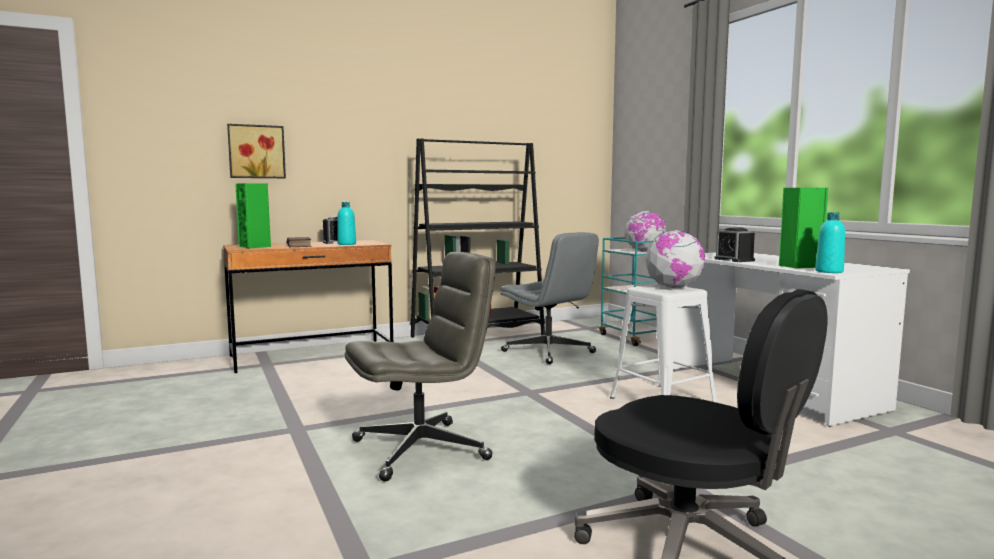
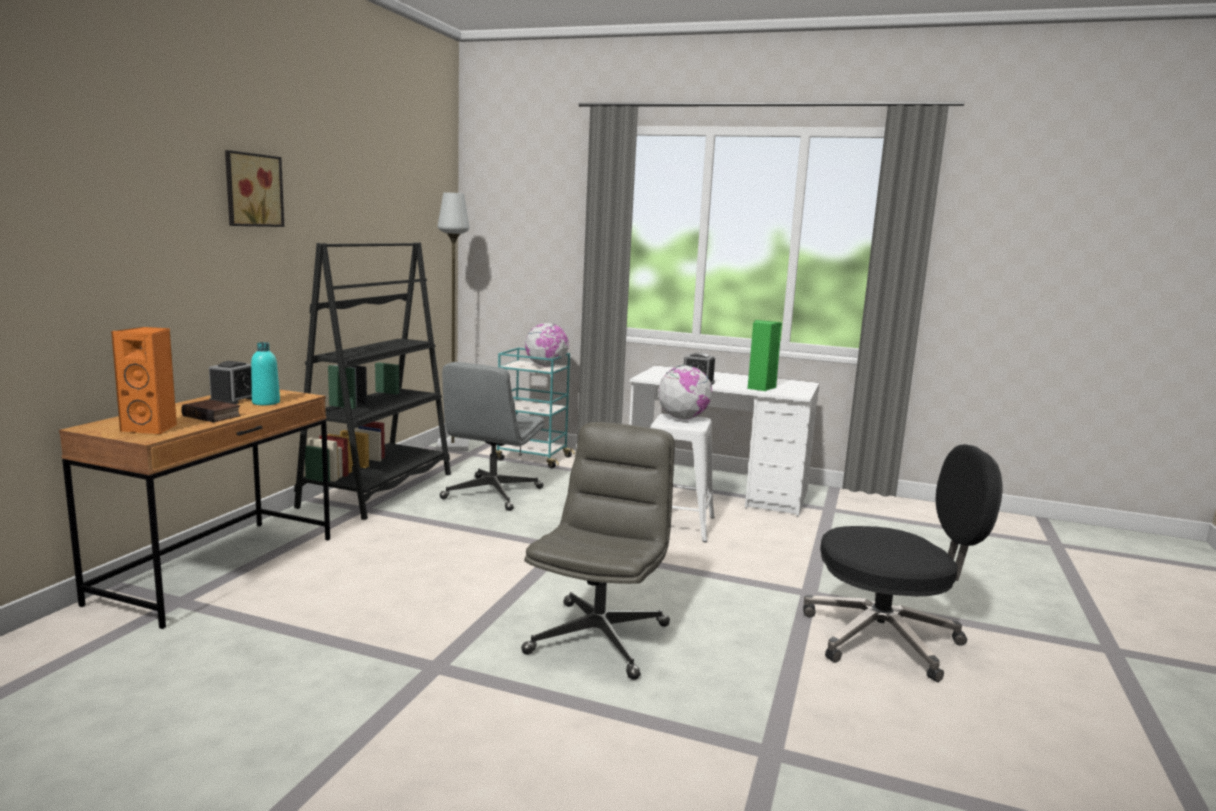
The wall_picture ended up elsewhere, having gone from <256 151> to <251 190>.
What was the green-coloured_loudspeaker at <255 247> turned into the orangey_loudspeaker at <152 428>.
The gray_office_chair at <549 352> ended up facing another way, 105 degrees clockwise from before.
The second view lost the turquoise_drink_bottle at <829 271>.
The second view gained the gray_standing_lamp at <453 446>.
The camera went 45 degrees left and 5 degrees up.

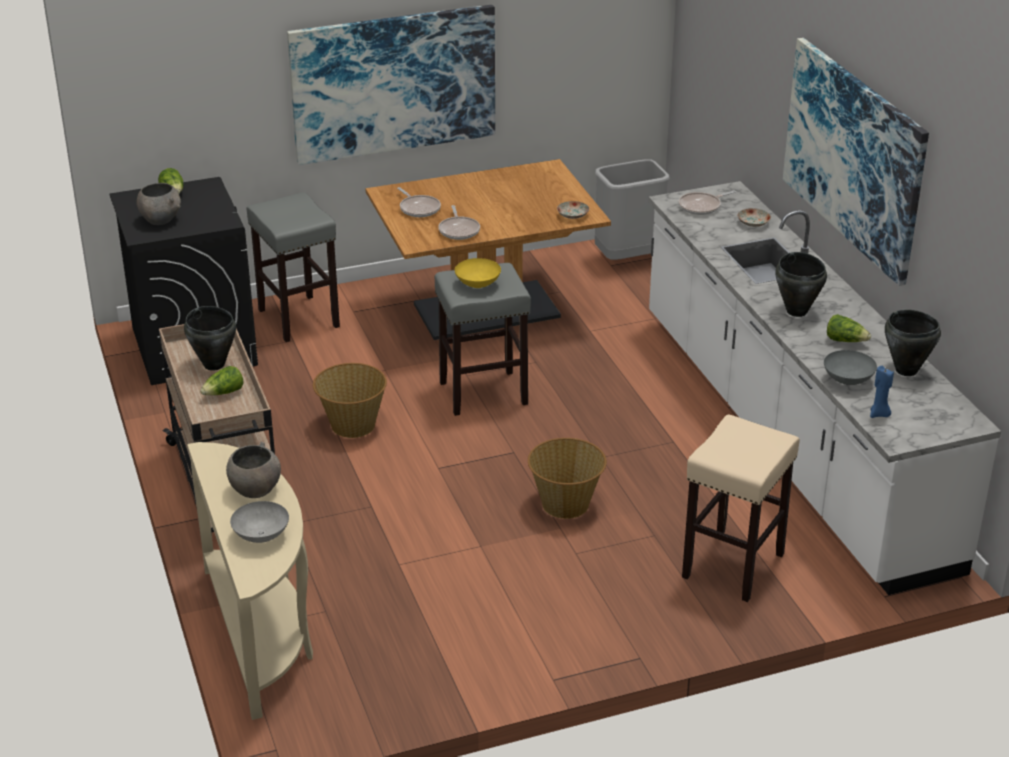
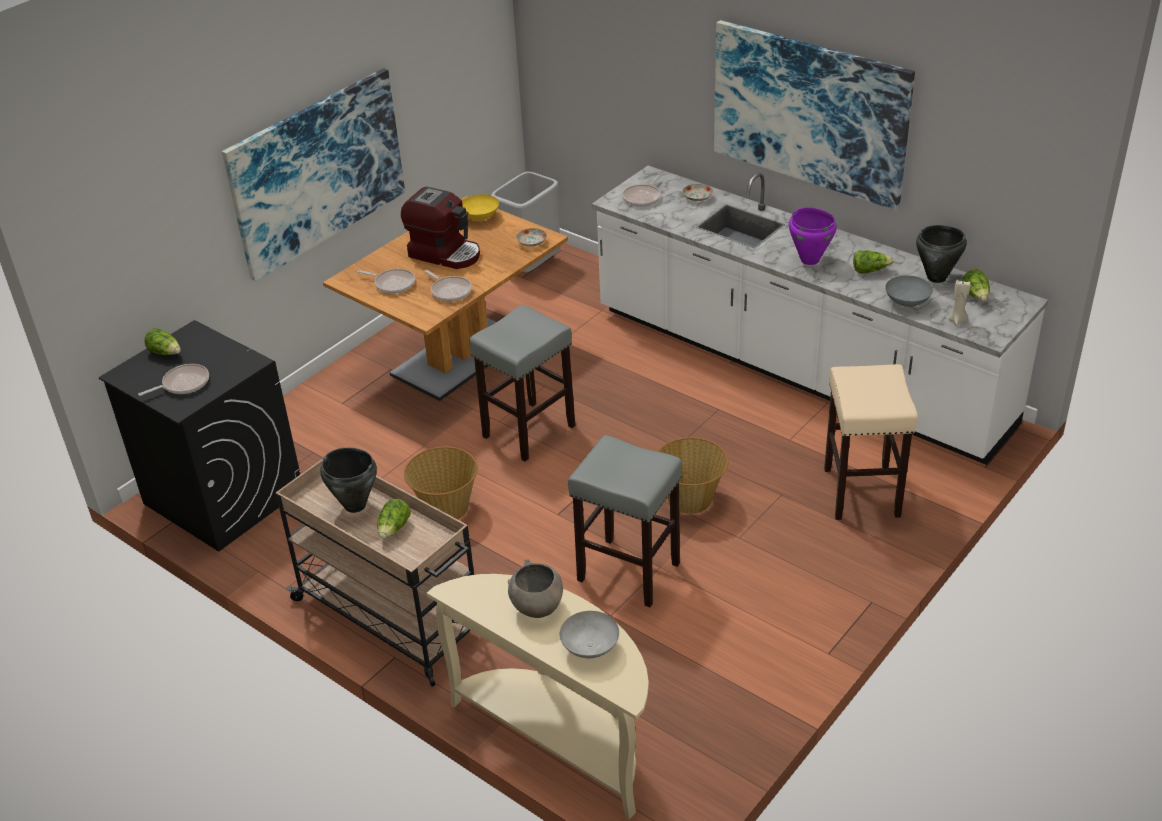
Where the gray_deep_dish stood at <161 220>, the skillet came to stand at <183 384>.
The gray_stool ended up elsewhere, having gone from <298 318> to <627 572>.
The yellowish_deep_dish ended up elsewhere, having gone from <477 285> to <479 217>.
What was the black-coloured_cooking_pot at <797 311> turned into the purple-coloured_cooking_pot at <809 260>.
What was the blue-coloured_candle at <879 414> turned into the sand-coloured_candle at <957 321>.
The second view gained the coffee_maker at <445 253>.
The second view gained the lettuce at <976 295>.
The camera went 30 degrees left and 5 degrees up.

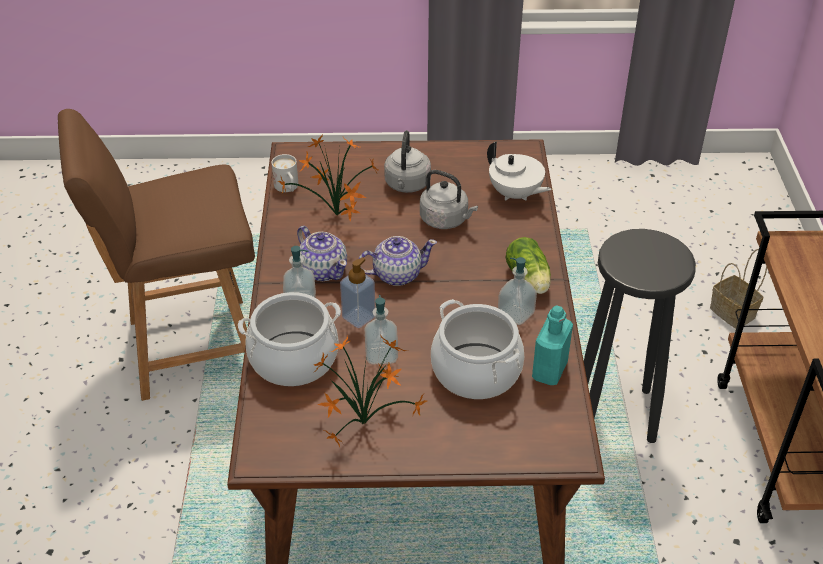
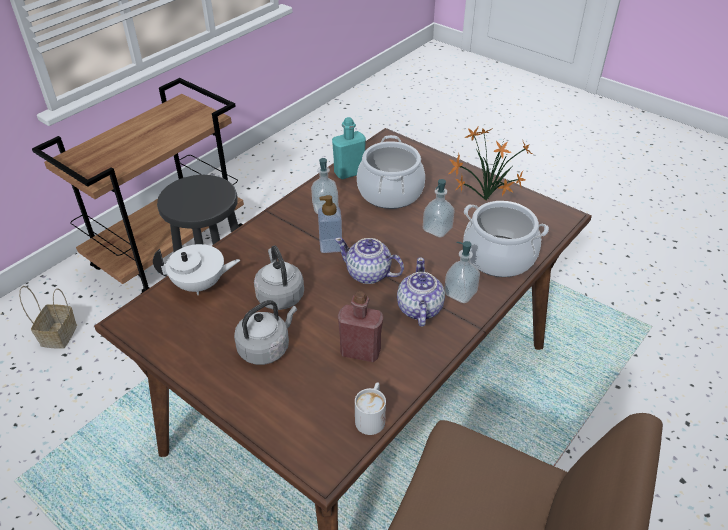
Where the potted_plant stood at <337 217>, the red-coloured_drink_bottle came to stand at <360 351>.
The soap_bottle ended up elsewhere, having gone from <358 317> to <330 246>.
The white-coloured_tea_pot at <515 194> ended up facing another way, 90 degrees clockwise from before.
The second view lost the lettuce at <529 280>.
The camera went 140 degrees left and 0 degrees up.

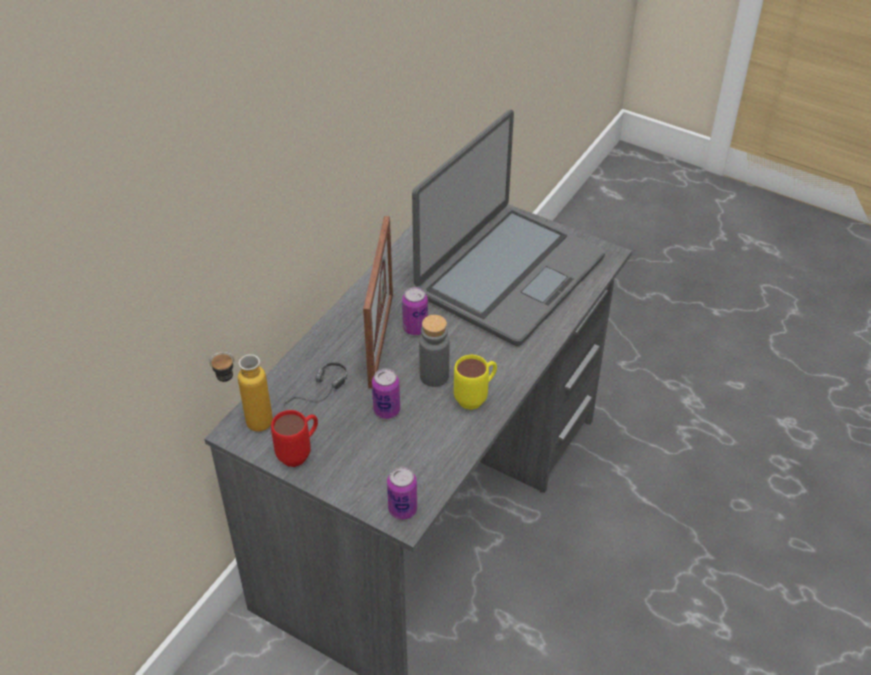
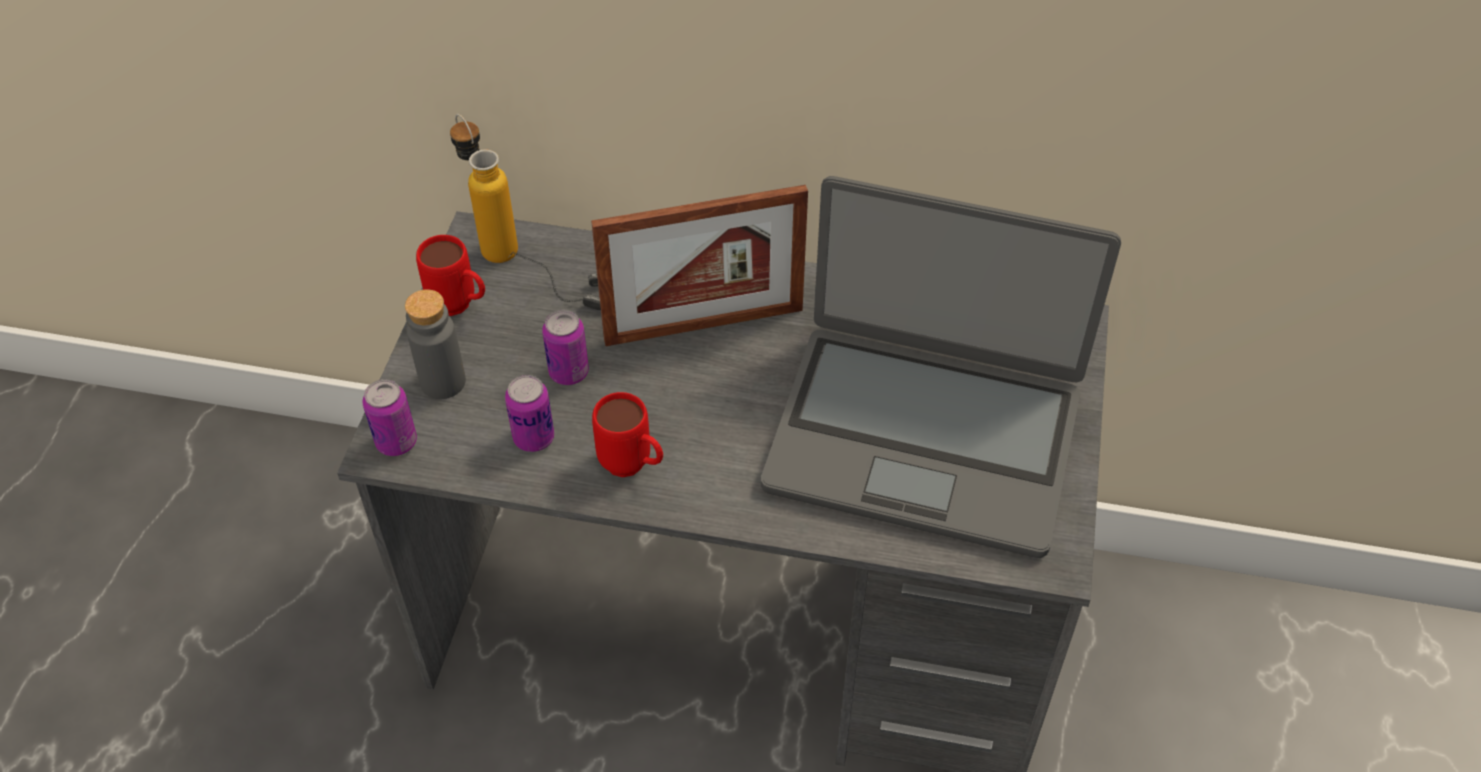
The can ended up elsewhere, having gone from <415 328> to <534 438>.
The gray_drink_bottle ended up elsewhere, having gone from <434 376> to <443 382>.
What was the yellowish_mug at <476 398> turned into the red-coloured_mug at <633 468>.
The camera went 70 degrees right and 5 degrees up.

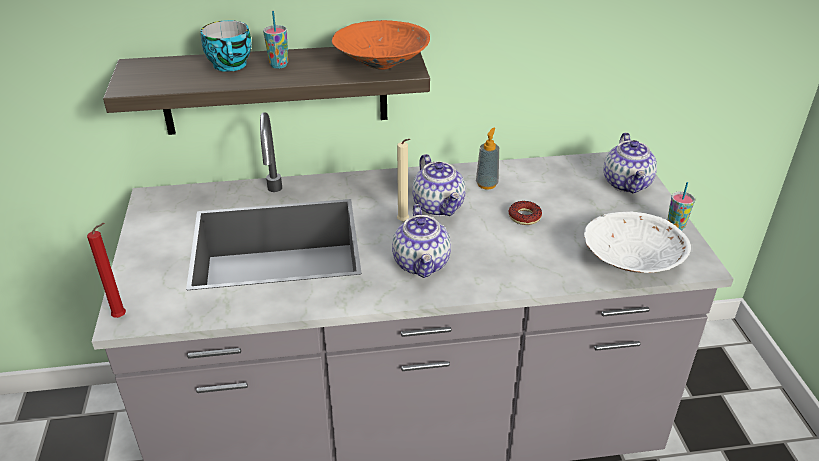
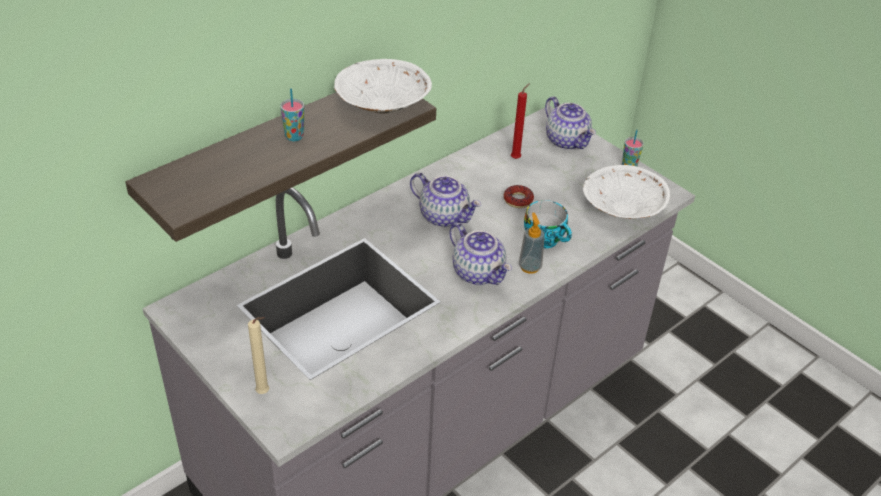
The red-coloured_candle ended up elsewhere, having gone from <122 317> to <516 158>.
The cup ended up elsewhere, having gone from <231 65> to <546 239>.
What was the orangey_deep_dish at <381 63> turned into the white-coloured_deep_dish at <381 105>.
The sand-coloured_candle ended up elsewhere, having gone from <404 222> to <265 393>.
The soap_bottle ended up elsewhere, having gone from <486 184> to <529 267>.
The camera went 35 degrees left and 5 degrees up.

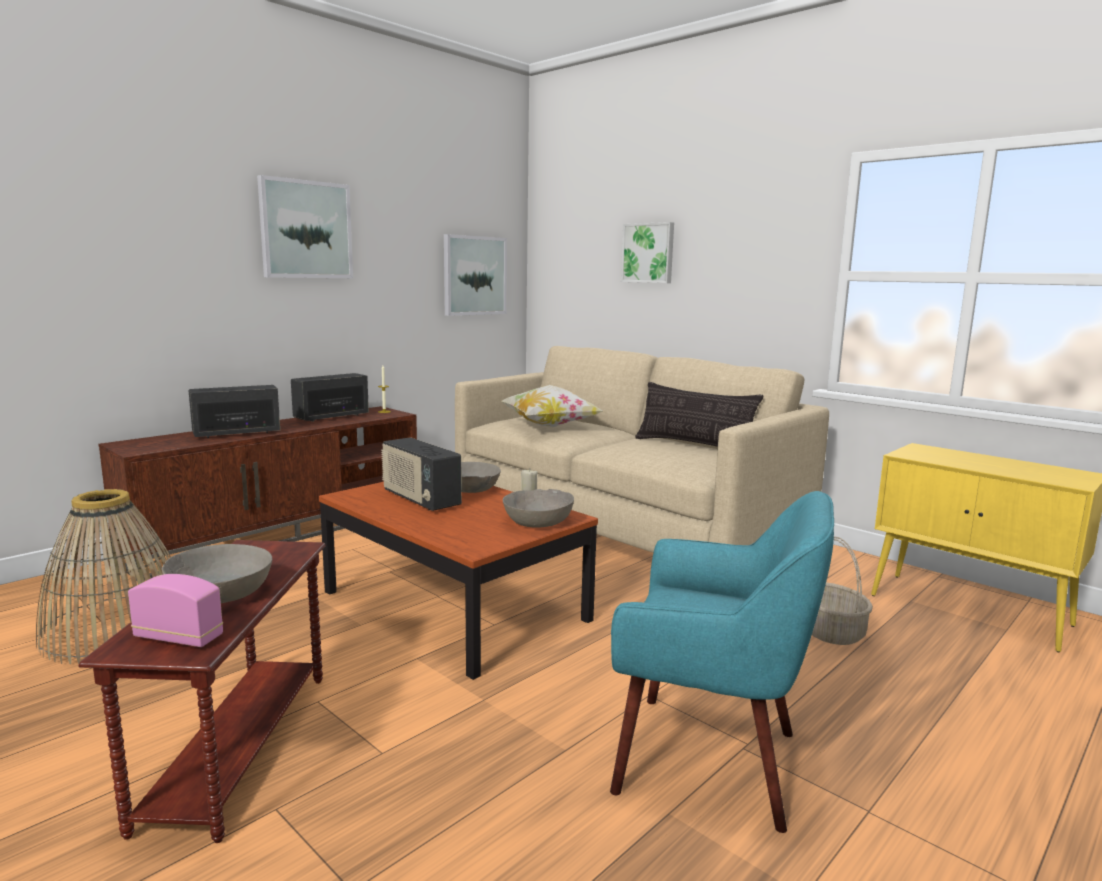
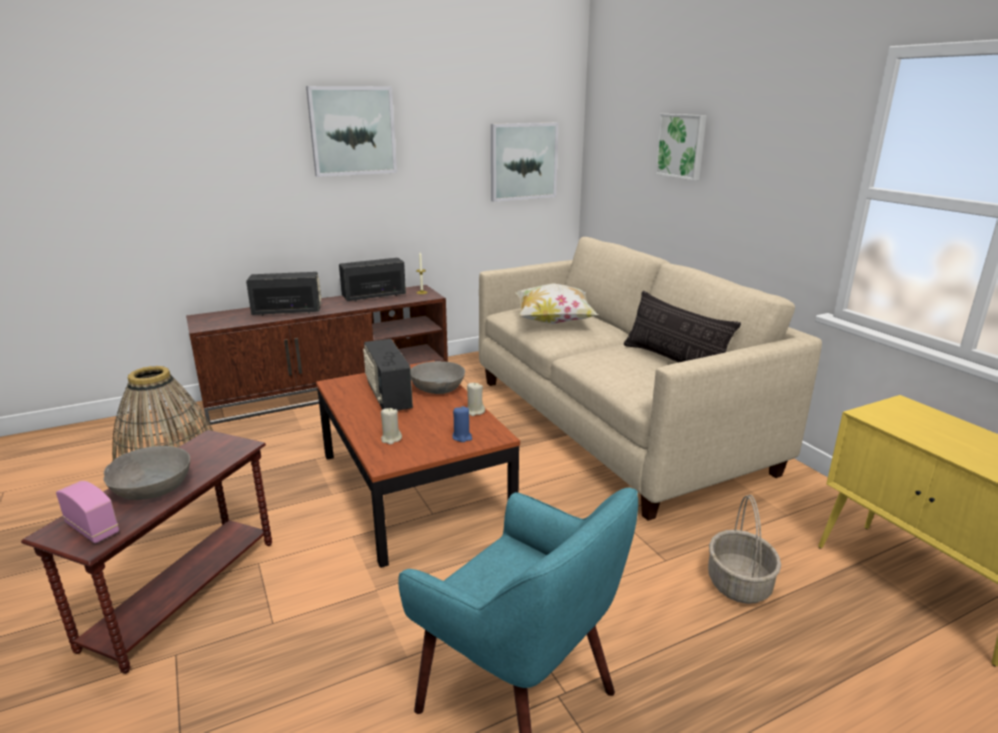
Where the gray_deep_dish stood at <537 521>, the blue-coloured_candle came to stand at <462 437>.
The second view gained the sand-coloured_candle at <391 439>.
The camera went 20 degrees right and 10 degrees up.

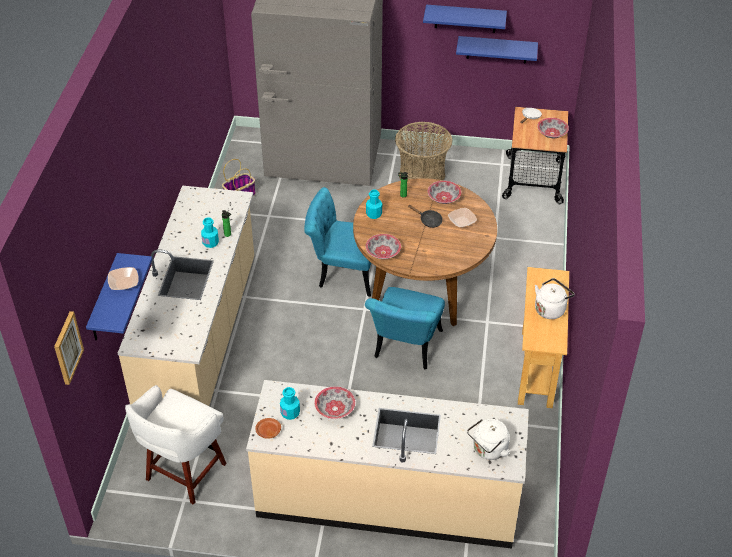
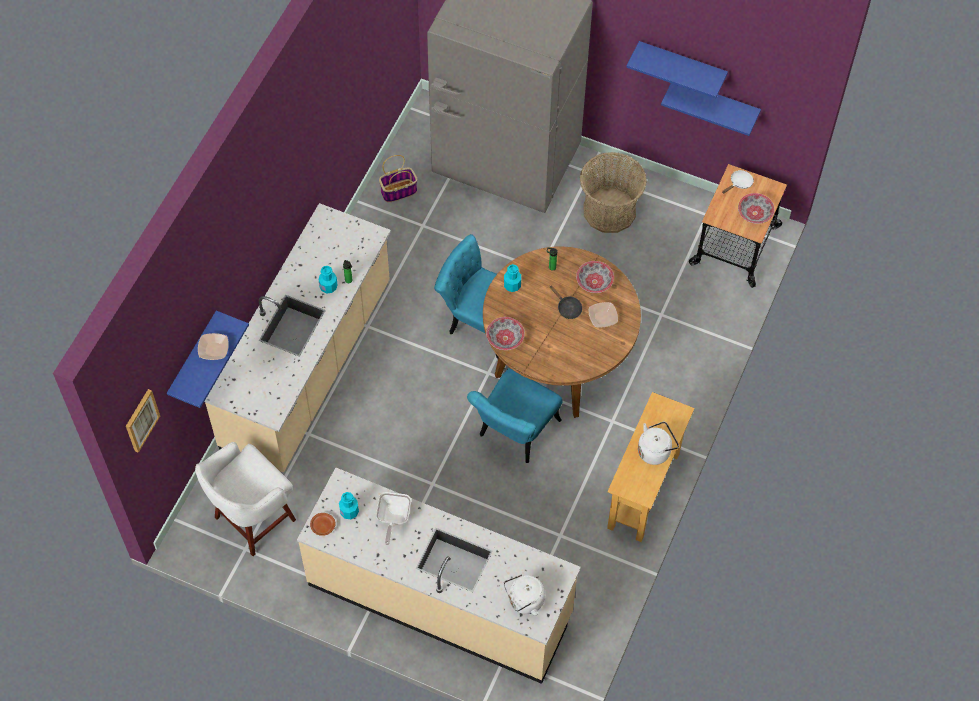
Where the deep_dish stood at <334 409>, the skillet came to stand at <393 518>.
The camera went 15 degrees right and 15 degrees up.

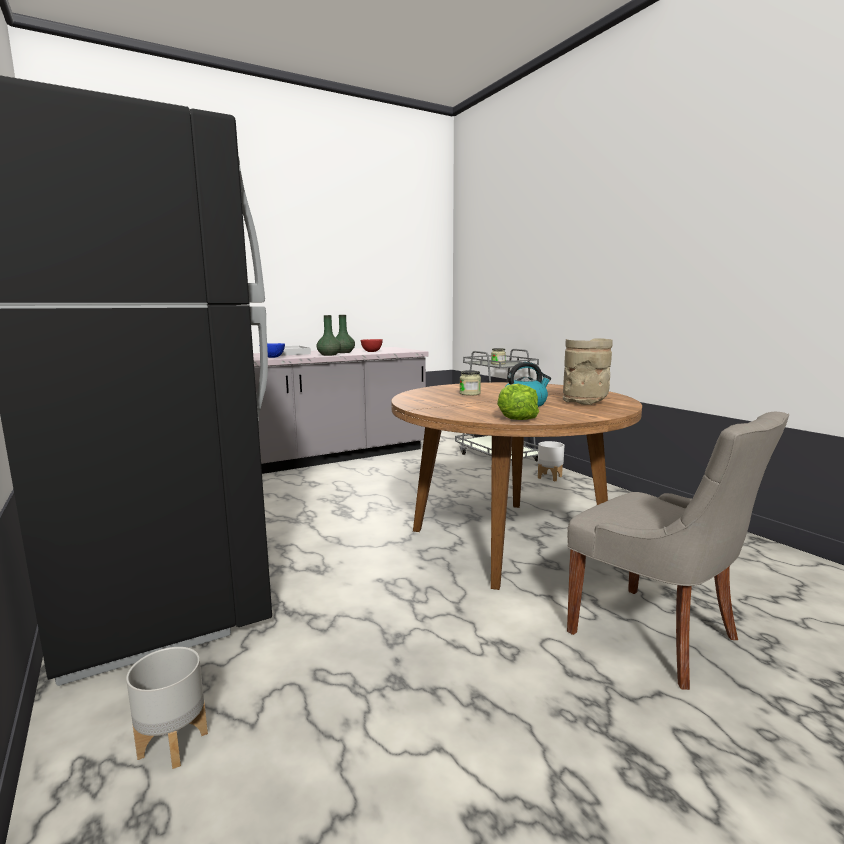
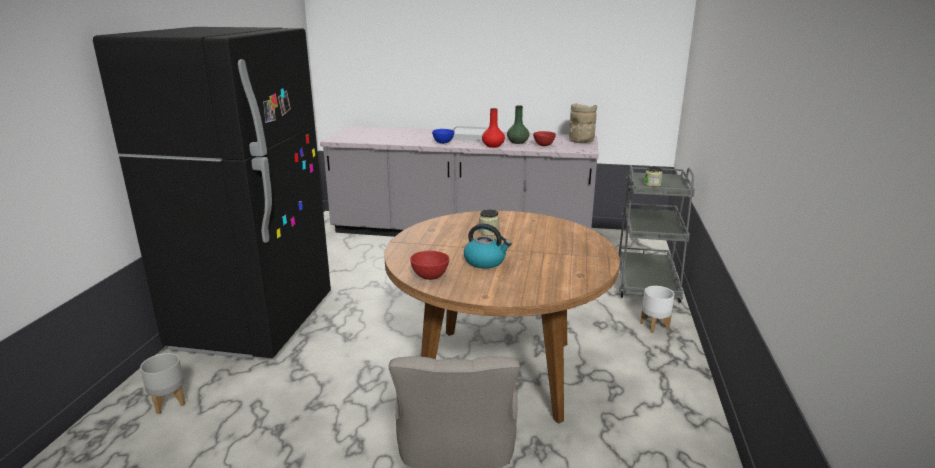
What was the green-coloured_vase at <329 355> turned into the red-coloured_vase at <493 146>.
Where the lettuce stood at <515 417>, the red-coloured_deep_dish came to stand at <429 276>.
The sand-coloured_vase ended up elsewhere, having gone from <585 402> to <581 141>.
The camera went 40 degrees right and 10 degrees up.

